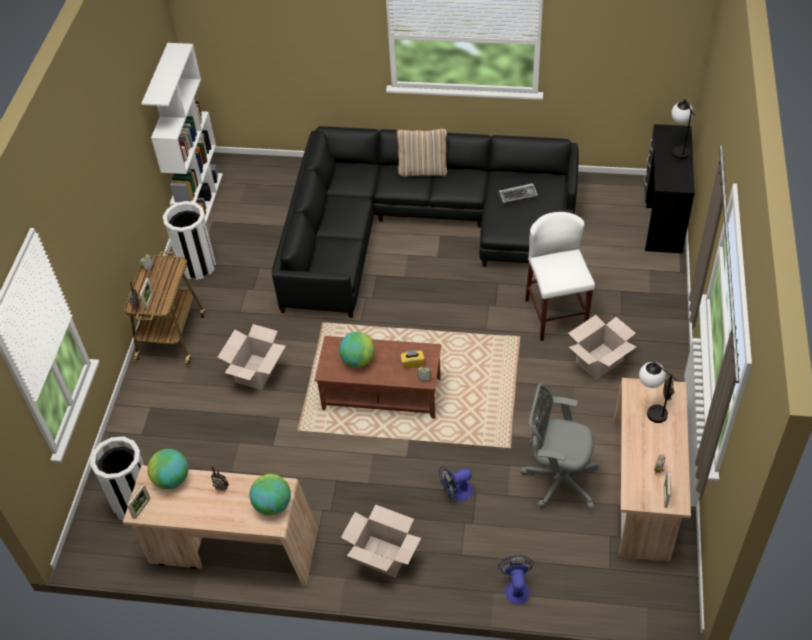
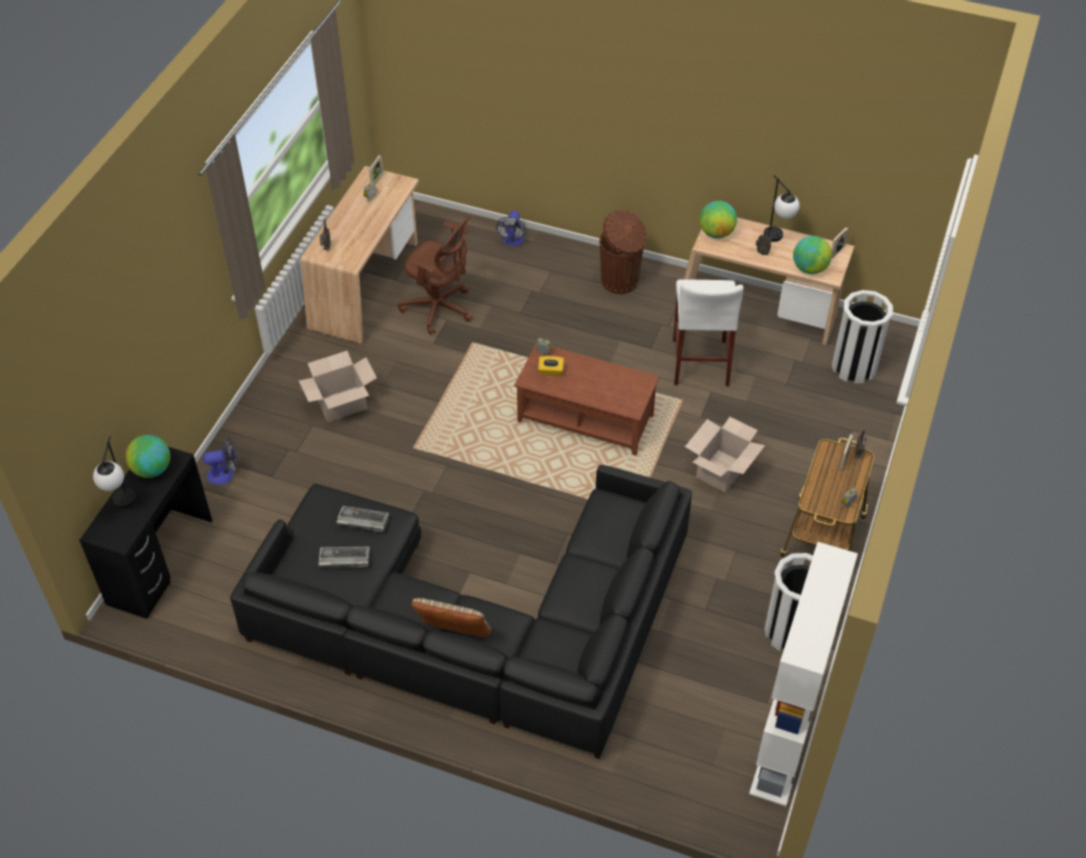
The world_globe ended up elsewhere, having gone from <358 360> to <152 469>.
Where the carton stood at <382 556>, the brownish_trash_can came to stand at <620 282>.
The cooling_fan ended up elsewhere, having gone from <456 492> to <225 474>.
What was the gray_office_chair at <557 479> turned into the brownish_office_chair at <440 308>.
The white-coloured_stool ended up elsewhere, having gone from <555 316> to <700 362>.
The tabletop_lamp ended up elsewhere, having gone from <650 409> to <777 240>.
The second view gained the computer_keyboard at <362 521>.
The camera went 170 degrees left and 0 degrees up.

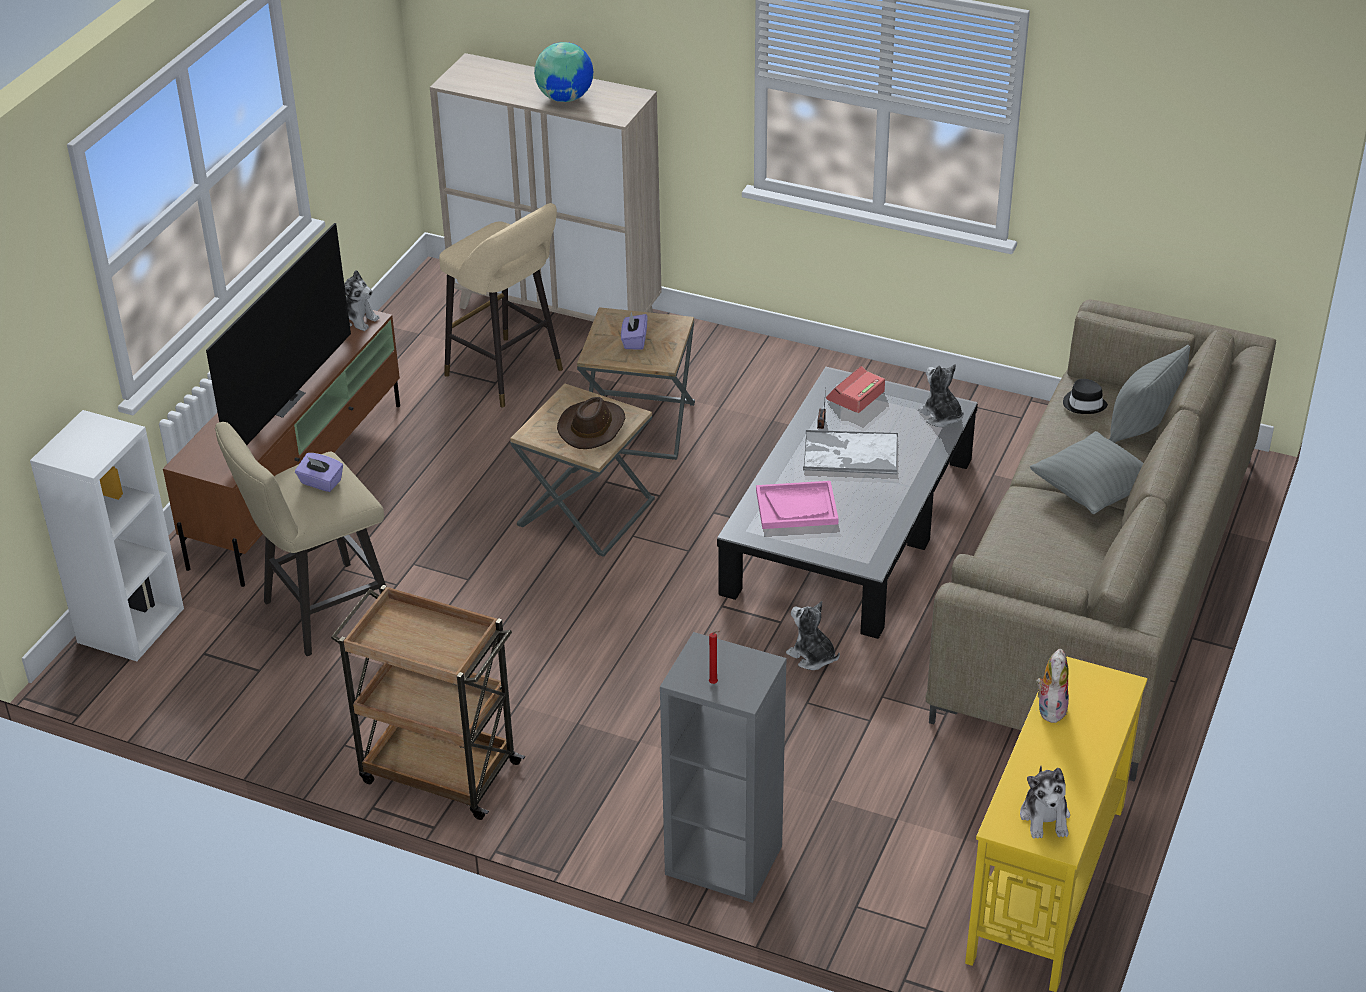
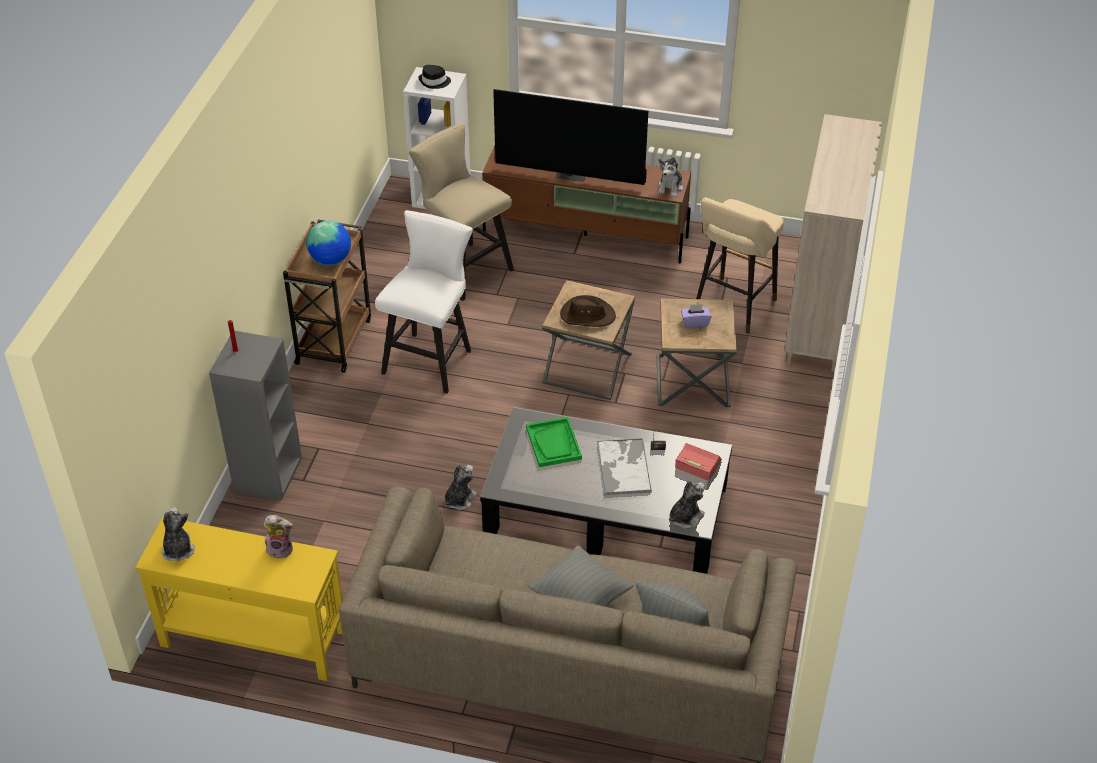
The second view lost the purple-coloured_box_of_tissues at <320 482>.
The world_globe ended up elsewhere, having gone from <565 98> to <331 260>.
What was the pink_tray at <797 507> turned into the green-coloured_tray at <553 443>.
The plush_toy at <1045 817> ended up facing another way, 90 degrees clockwise from before.
The black-coloured_wearable_hat ended up elsewhere, having gone from <1084 404> to <434 82>.
The second view gained the white-coloured_stool at <431 359>.
The camera went 80 degrees right and 5 degrees up.

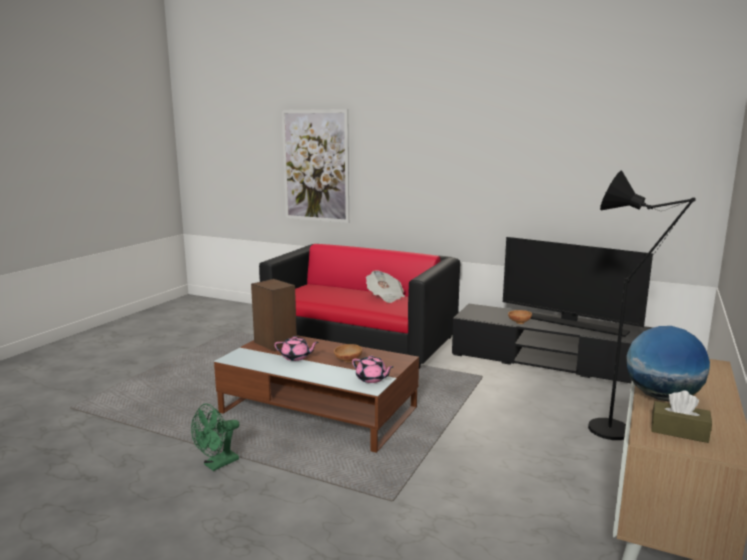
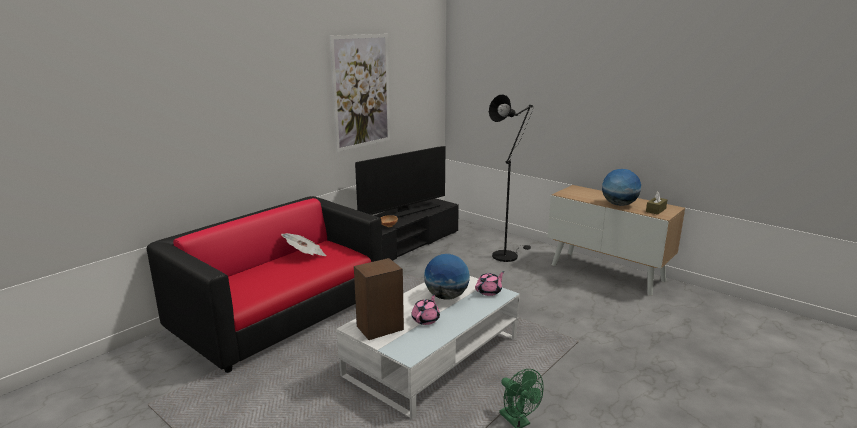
What was the brownish_low_table at <318 410> turned into the white-coloured_low_table at <433 356>.
The wall_picture ended up elsewhere, having gone from <315 166> to <361 91>.
Where the brownish_deep_dish stood at <347 361>, the world_globe came to stand at <446 296>.
The camera went 75 degrees left and 5 degrees up.

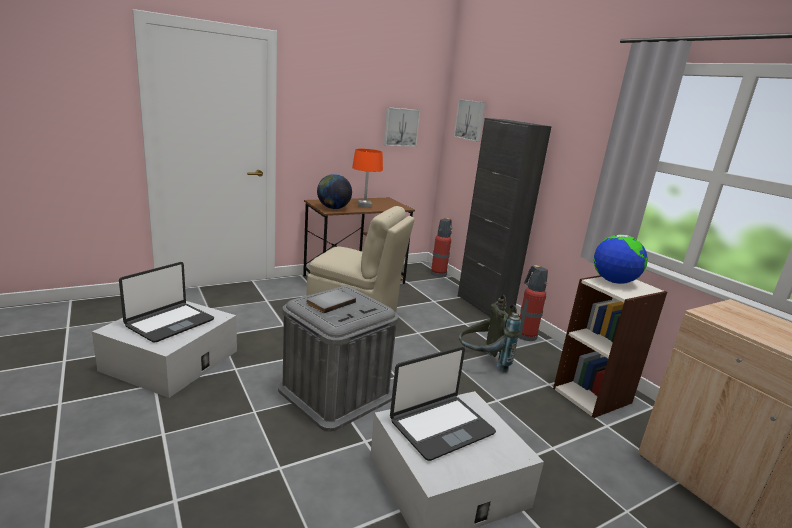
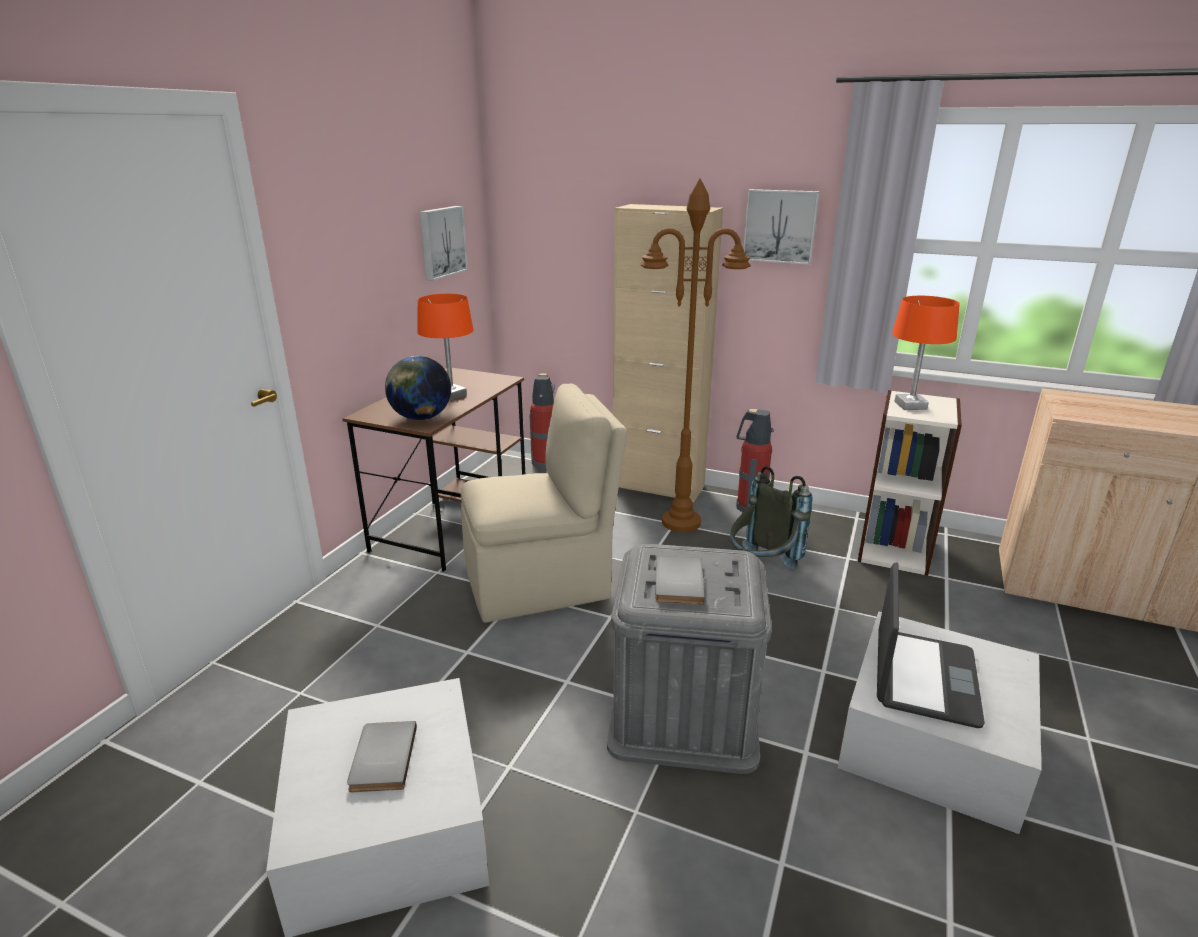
Where the notebook_computer stood at <169 323>, the gray_volume came to stand at <380 758>.
The wall_picture ended up elsewhere, having gone from <470 120> to <780 226>.
What was the black-coloured_cupboard at <484 305> turned into the sand-coloured_cupboard at <658 486>.
Where the world_globe stood at <613 282>, the orangey_tabletop_lamp came to stand at <910 405>.
The second view gained the brownish_standing_lamp at <681 522>.
The camera went 35 degrees left and 5 degrees up.

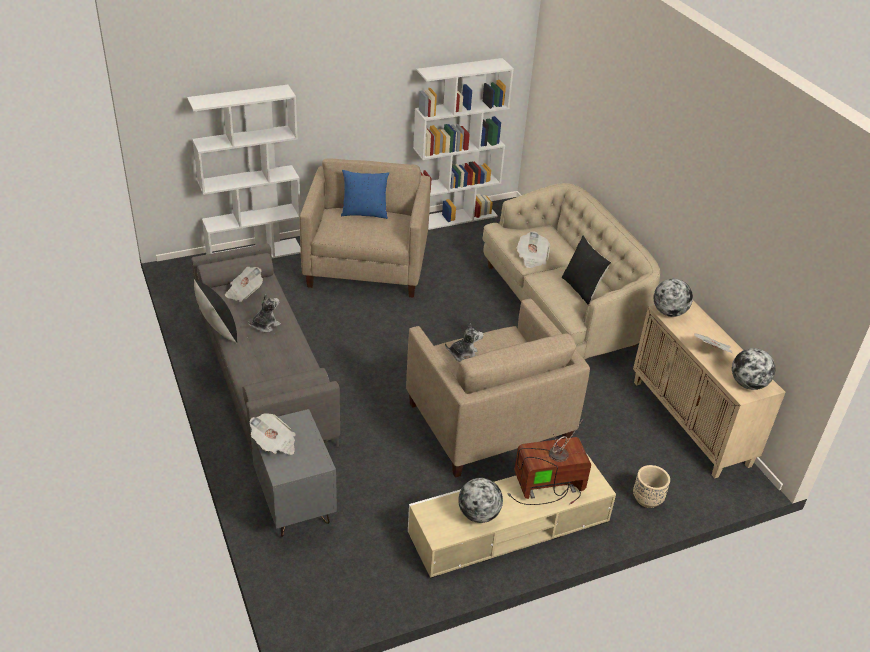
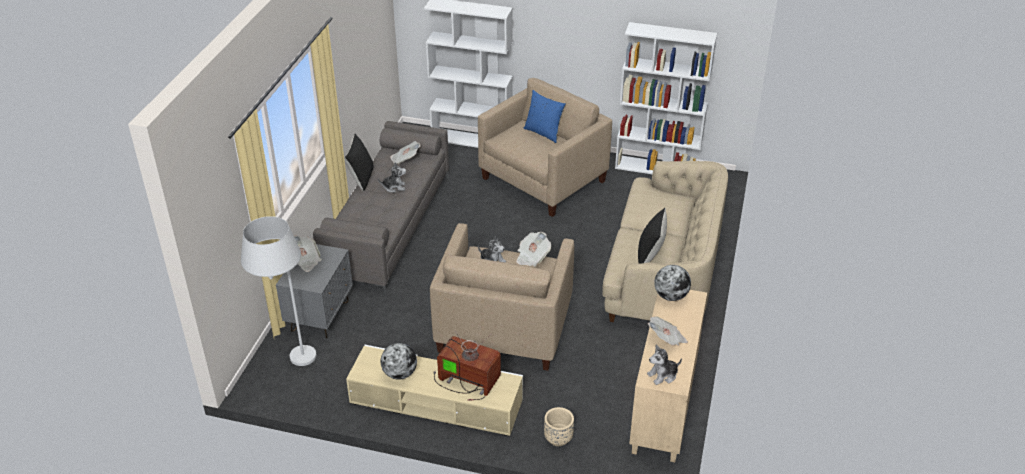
The printed_paper ended up elsewhere, having gone from <532 258> to <532 257>.
Where the world_globe stood at <748 384>, the plush_toy came to stand at <663 375>.
The second view gained the white-coloured_standing_lamp at <291 364>.
The camera went 40 degrees right and 0 degrees up.

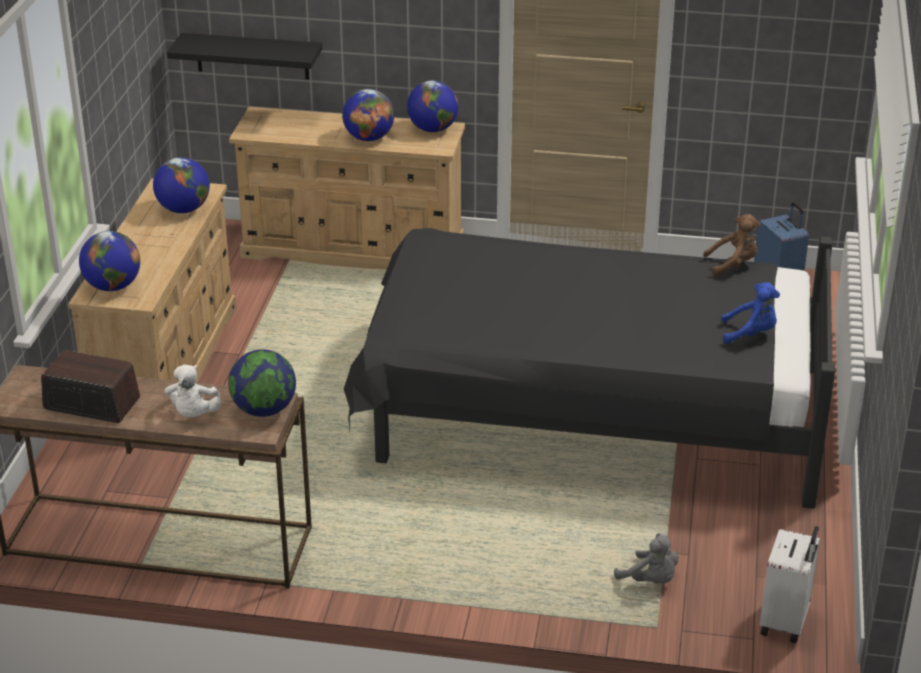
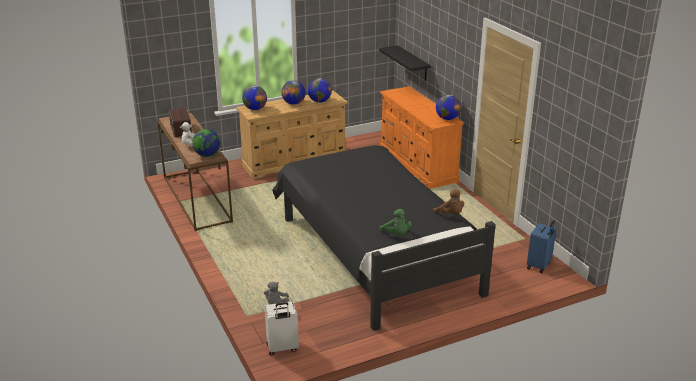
What was the sand-coloured_chest_of_drawers at <354 249> turned into the orangey_chest_of_drawers at <418 164>.
The world_globe ended up elsewhere, having gone from <369 138> to <293 103>.
What was the blue-coloured_plush_toy at <750 334> turned into the green-coloured_plush_toy at <396 234>.
The camera went 55 degrees right and 5 degrees down.

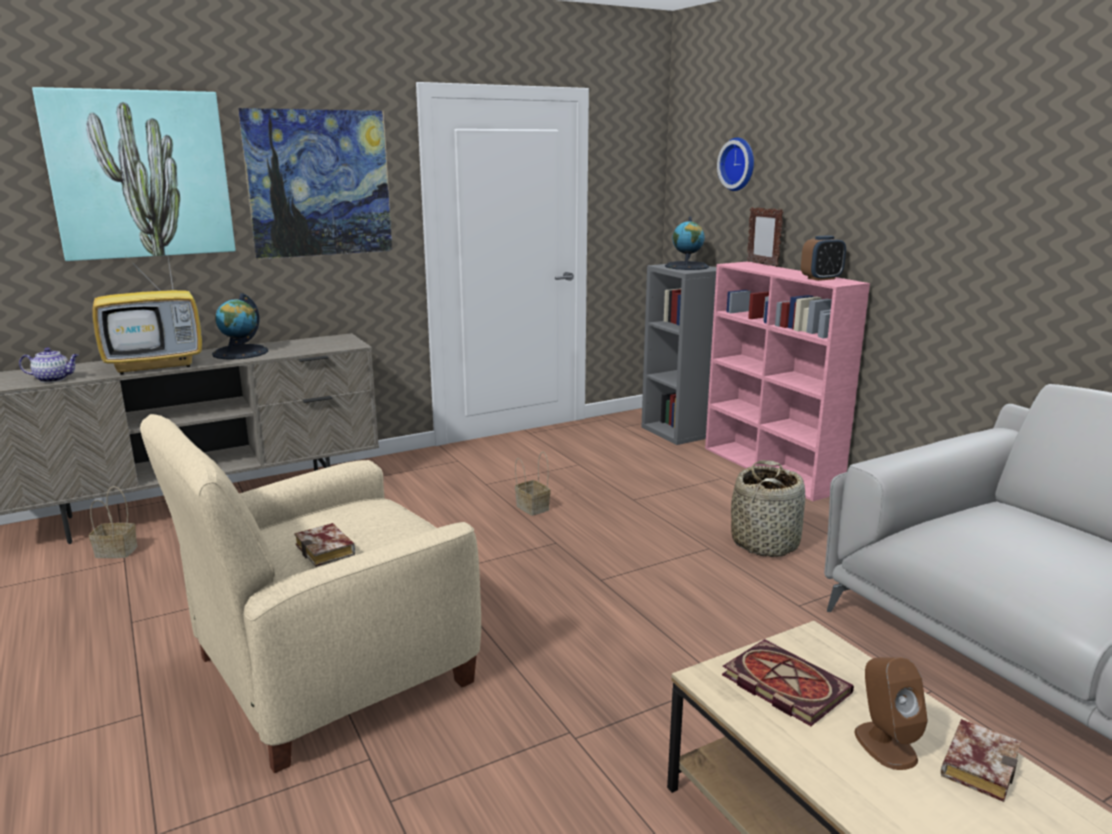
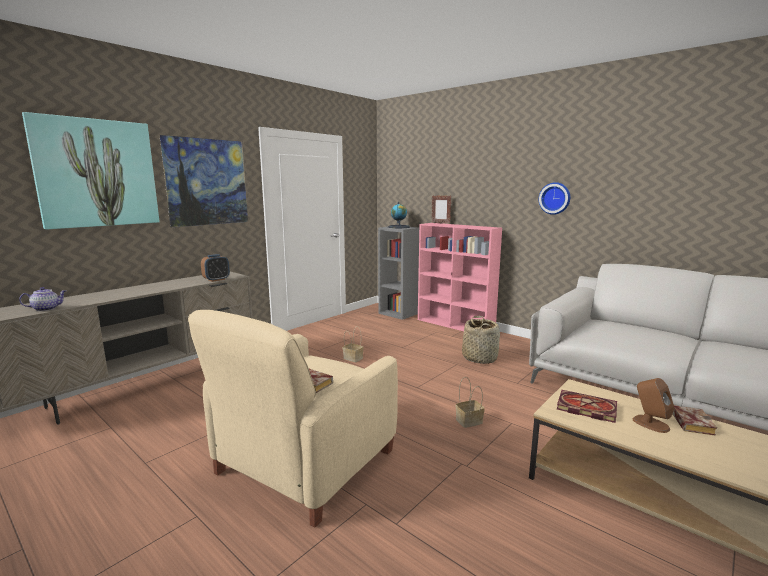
The household_basket ended up elsewhere, having gone from <118 551> to <469 421>.
The second view lost the TV at <157 365>.
The second view lost the world_globe at <240 352>.
The hanging_clock ended up elsewhere, having gone from <739 164> to <555 198>.
The table_clock ended up elsewhere, having gone from <821 278> to <216 279>.
The camera went 20 degrees left and 5 degrees down.

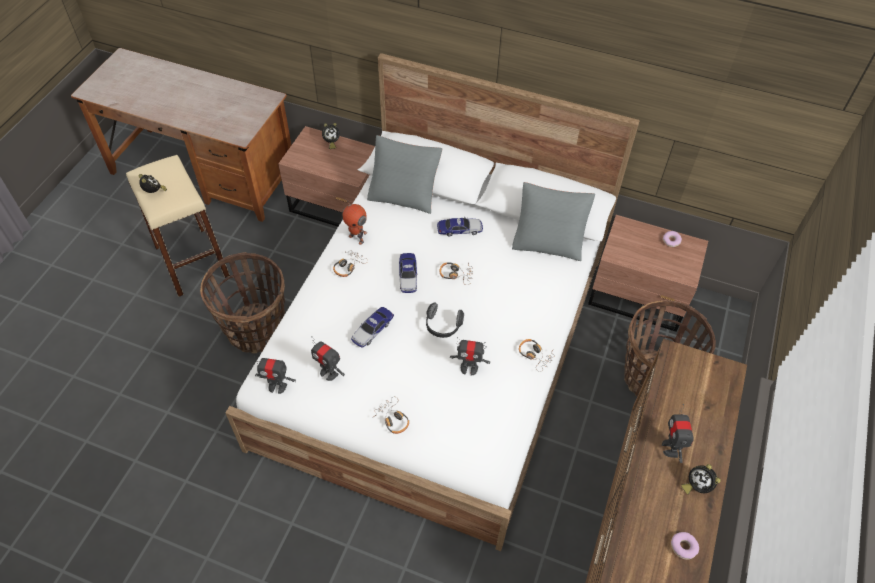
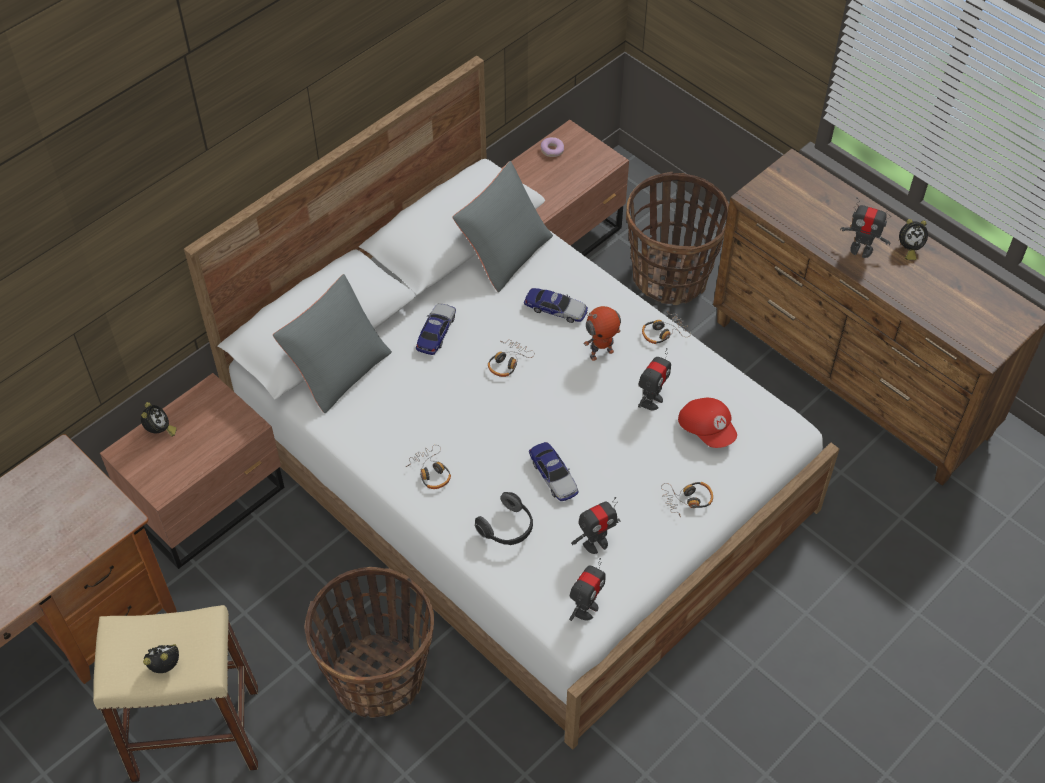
The robot_figure ended up elsewhere, having gone from <357 238> to <601 352>.
The miniature_car ended up elsewhere, having gone from <408 275> to <555 309>.
The headphones ended up elsewhere, having gone from <442 326> to <507 528>.
The second view lost the doughnut at <683 547>.
The second view gained the red-coloured_baseball_cap at <707 429>.
The camera went 65 degrees left and 0 degrees up.

